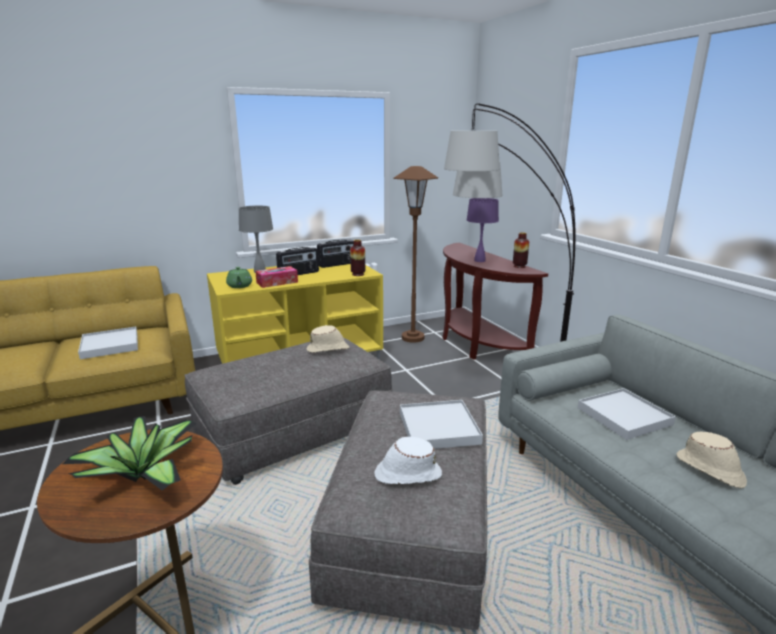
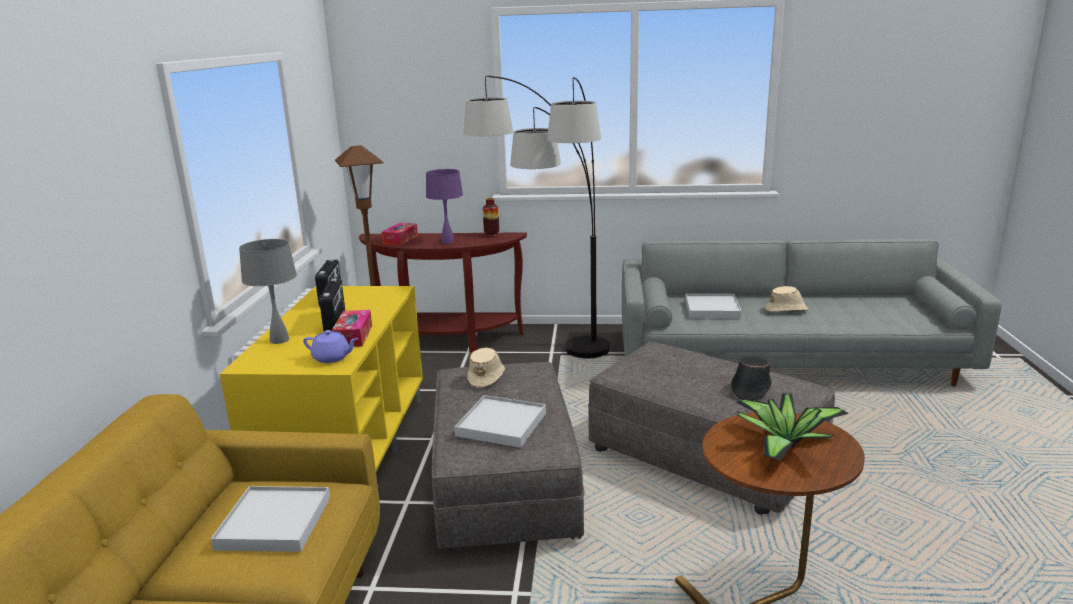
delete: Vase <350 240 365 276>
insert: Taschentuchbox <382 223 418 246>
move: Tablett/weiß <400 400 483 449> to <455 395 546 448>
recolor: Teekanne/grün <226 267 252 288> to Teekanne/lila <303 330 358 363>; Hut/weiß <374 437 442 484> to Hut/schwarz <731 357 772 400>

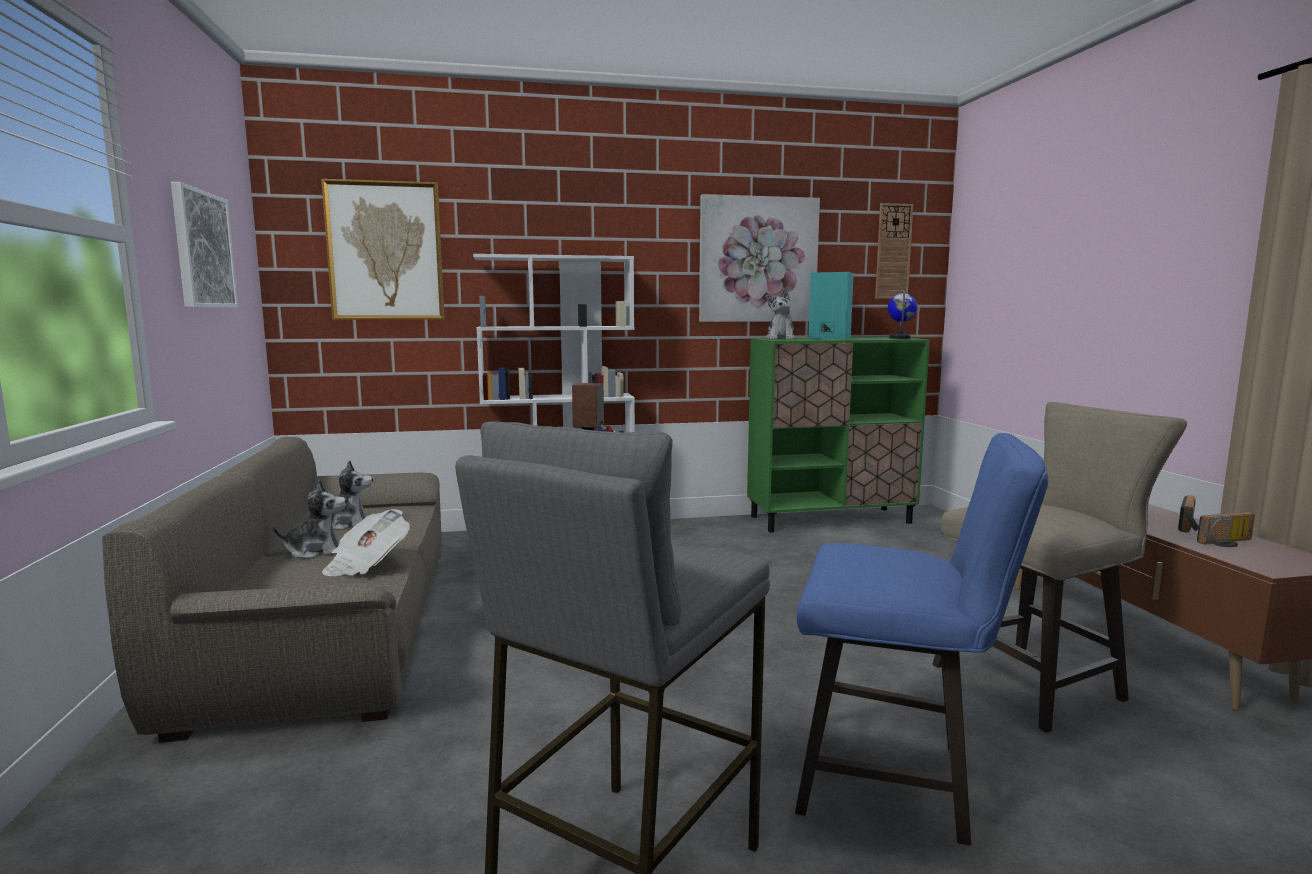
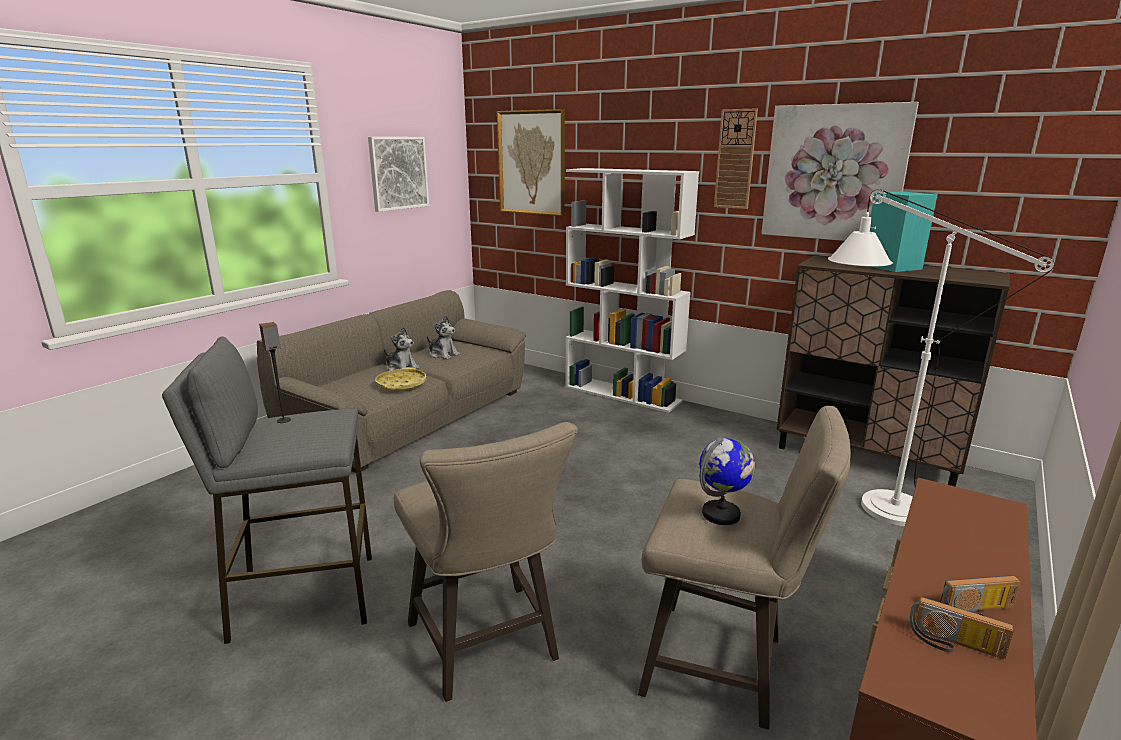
delete: Plüschtier <765 289 796 340>
insert: Stehlampe/weiß <828 189 1054 527>
move: Wanduhr <875 203 913 299> to <714 108 758 209>; Globus <888 289 917 339> to <699 437 755 525>
replace: Zeitung <322 509 410 576> to Tablett/gelb <375 367 426 391>
recolor: Schrank/grün <747 337 930 532> to Schrank/braun <776 255 1010 487>; Hocker/blau <795 433 1048 846> to Hocker/beige <394 422 578 702>

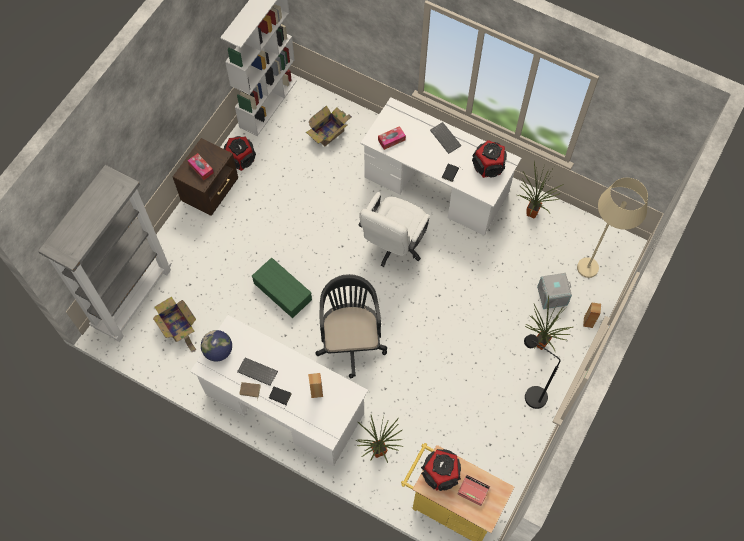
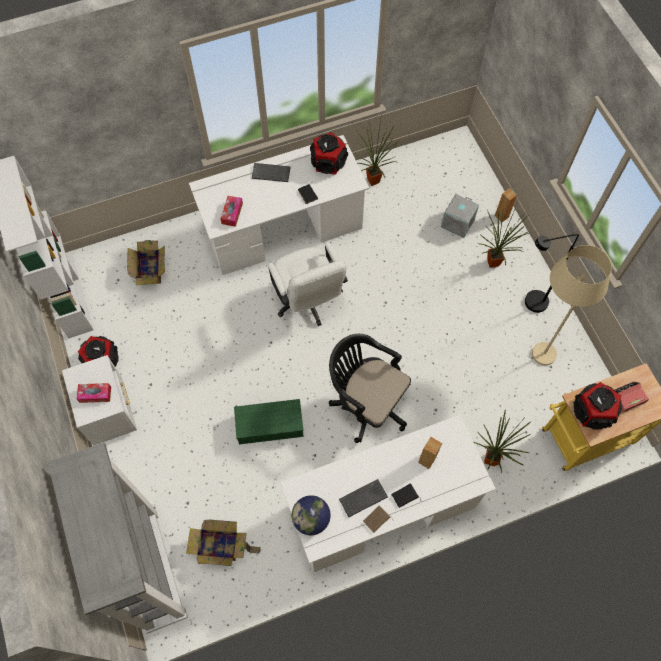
move: Stehlampe/beige <577 178 648 278> to <532 245 612 365>
recolor: Nachttisch/braun <173 138 238 216> to Nachttisch/weiß <62 355 137 445>

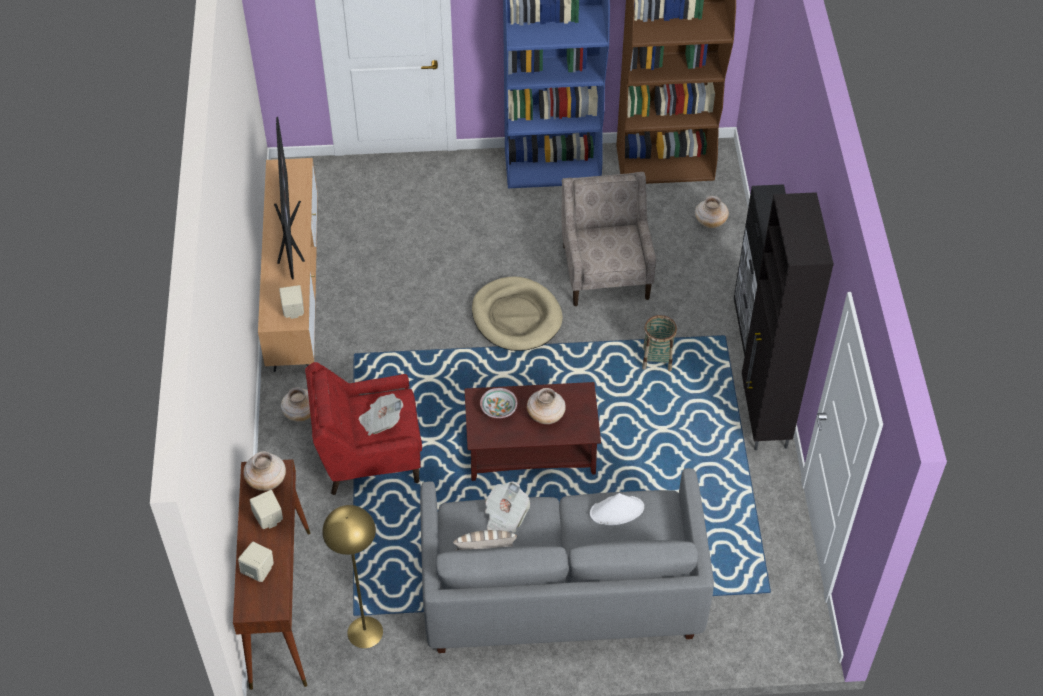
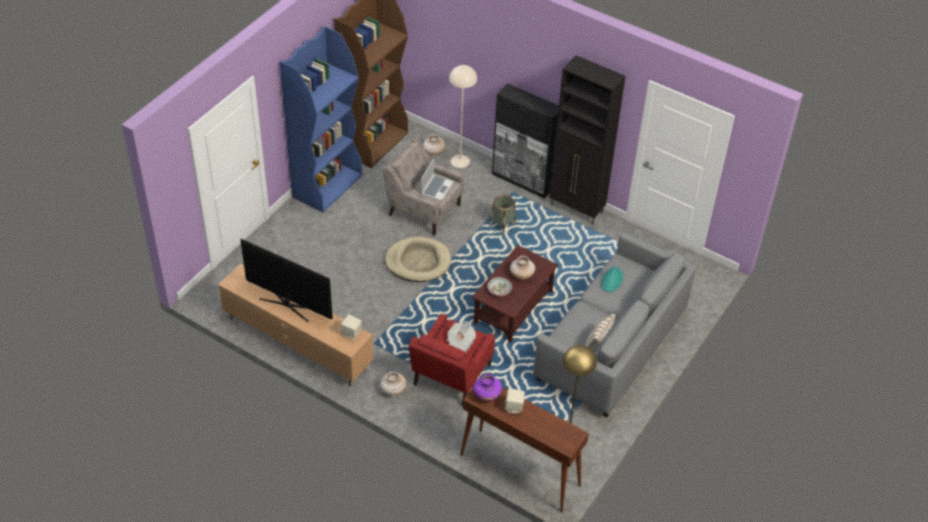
delete: Zeitung <485 482 530 533>; Lautsprecher/beige <238 542 274 582>
insert: Stehlampe/beige <449 65 477 168>; Laptop <421 159 454 201>
recolor: Vase/beige <243 452 286 491> to Vase/lila <474 374 502 401>; Hut/weiß <590 493 644 525> to Hut/türkis <601 267 623 292>

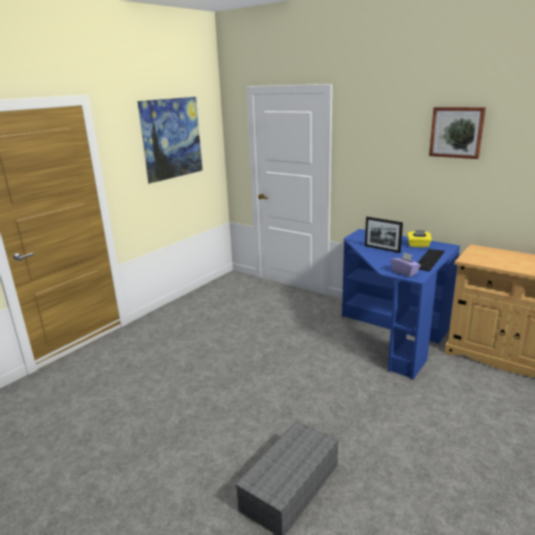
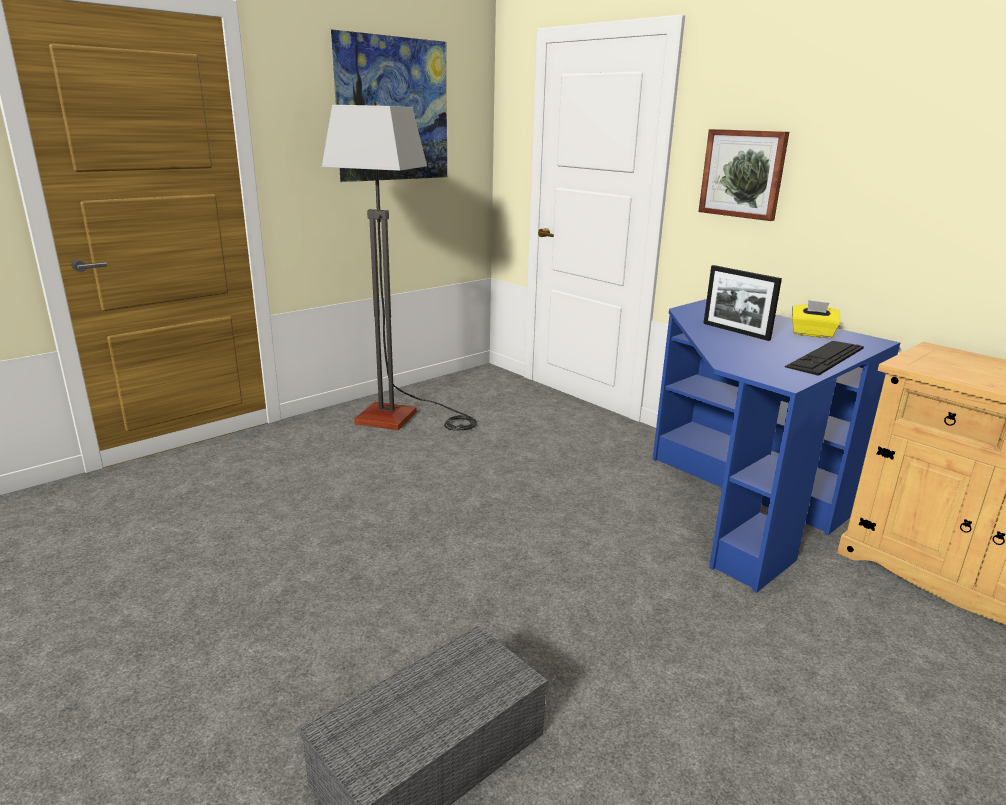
delete: Taschentuchbox/lila <391 252 421 277>
insert: Stehlampe <322 101 477 431>
move: Bild <429 107 486 159> to <698 129 789 221>

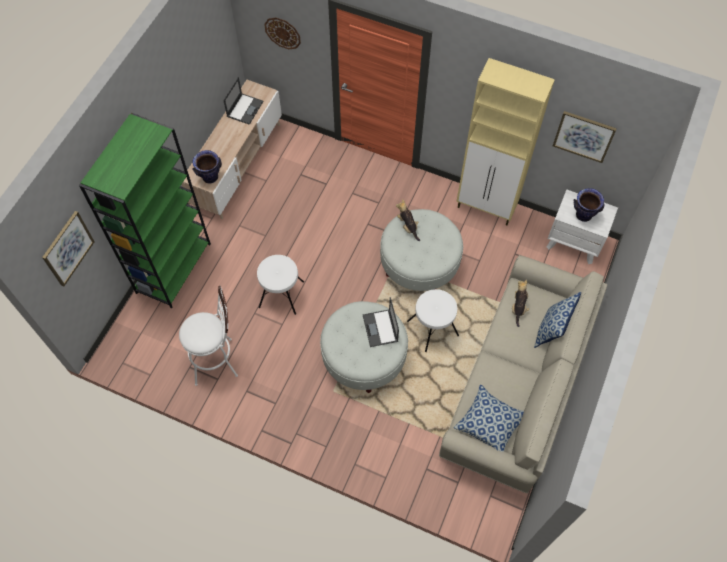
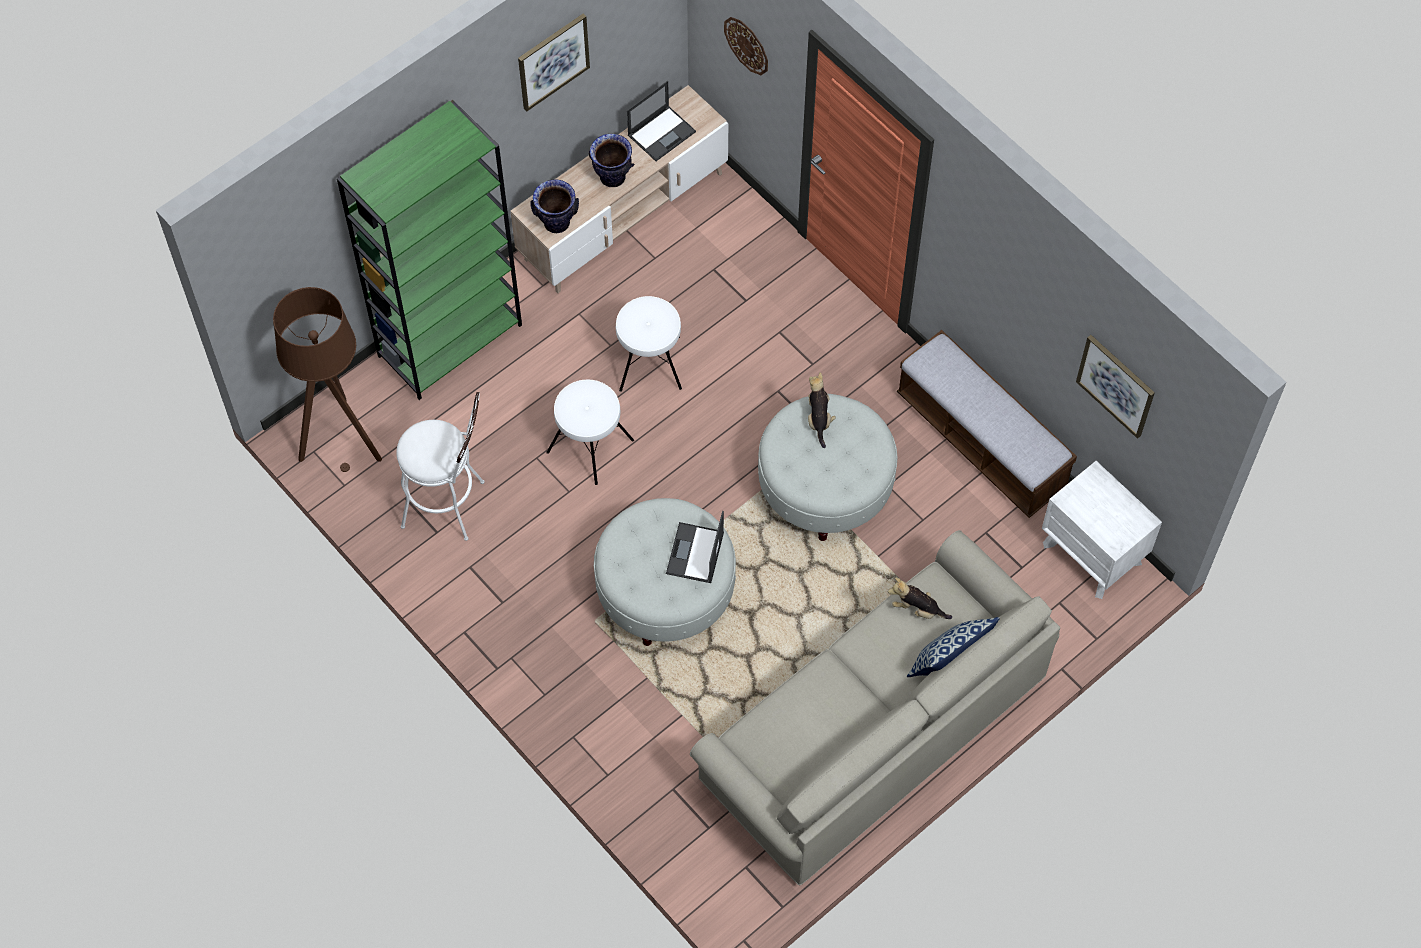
delete: Kissen <454 384 524 452>
insert: Stehlampe/braun <273 287 382 472>
move: Vase <574 188 604 222> to <589 134 634 187>; Bild <42 211 95 286> to <518 14 590 111>; Hocker/weiß <407 289 459 352> to <616 296 682 392>
replace: Schrank/beige <456 58 555 225> to Bank <897 330 1077 518>
rotate: Plüschtier <512 280 530 327> = <888 578 952 619> 105 degrees counterclockwise

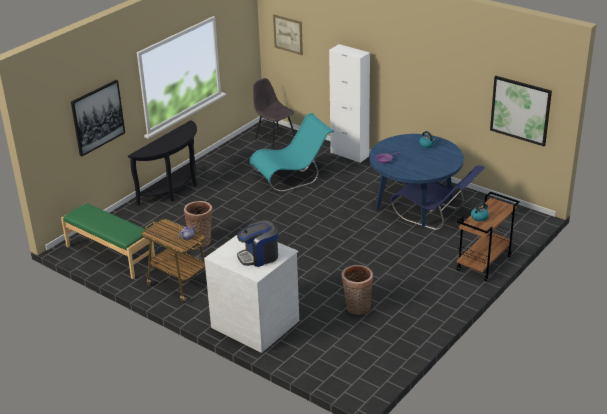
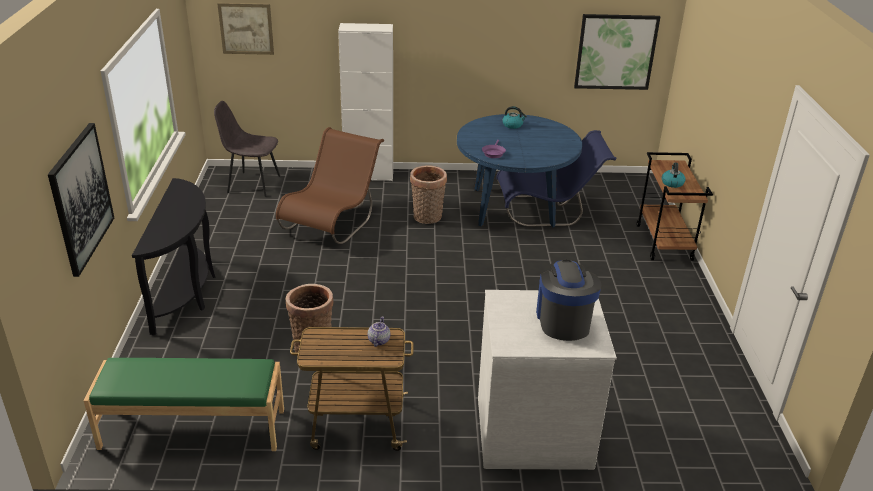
move: Korb <341 265 373 315> to <410 165 447 224>
recolor: Stuhl/türkis <250 113 334 192> to Stuhl/braun <276 127 384 244>
rotate: Kaffeemaschine <237 219 278 267> = <536 260 601 341> 150 degrees clockwise

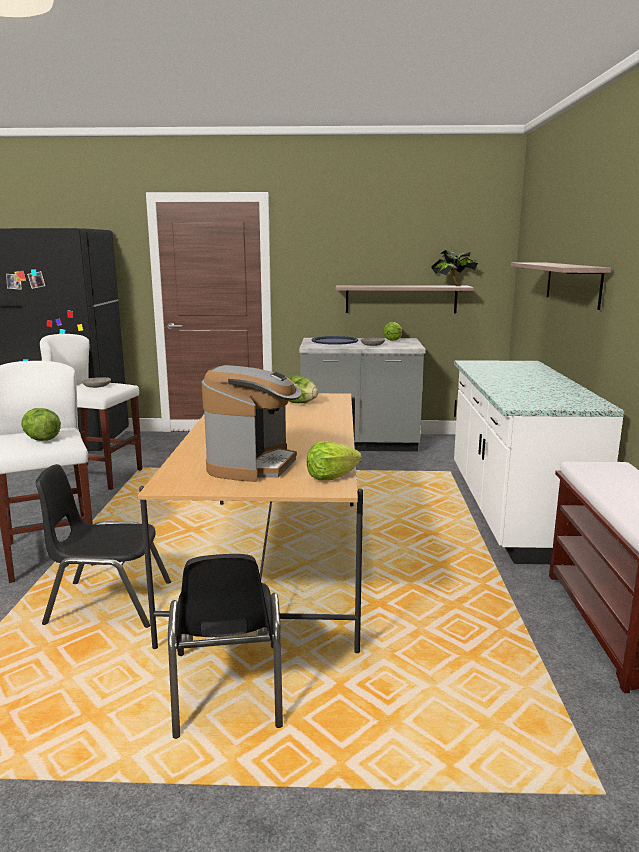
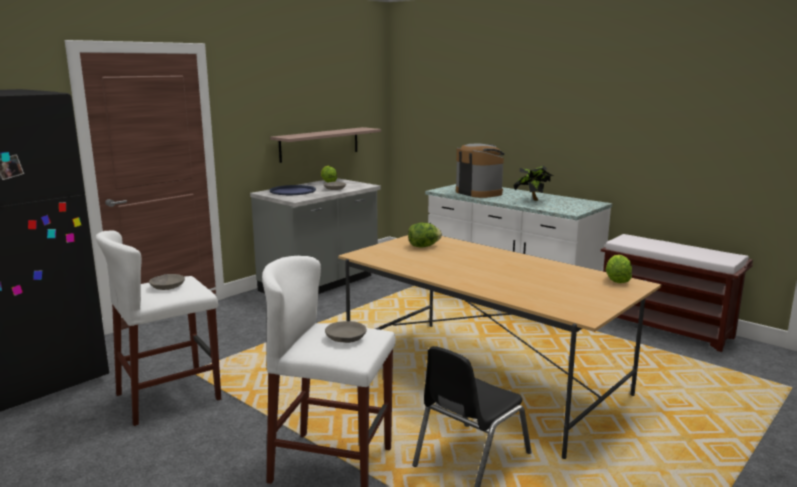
delete: Wandregal <511 263 611 310>; Stuhl/schwarz <168 554 283 739>
move: Topfpflanze <432 250 478 286> to <513 166 553 201>; Kaffeemaschine <202 365 302 482> to <456 144 505 198>
replace: Salatkopf <21 408 61 441> to Schüssel/grau <325 321 367 343>

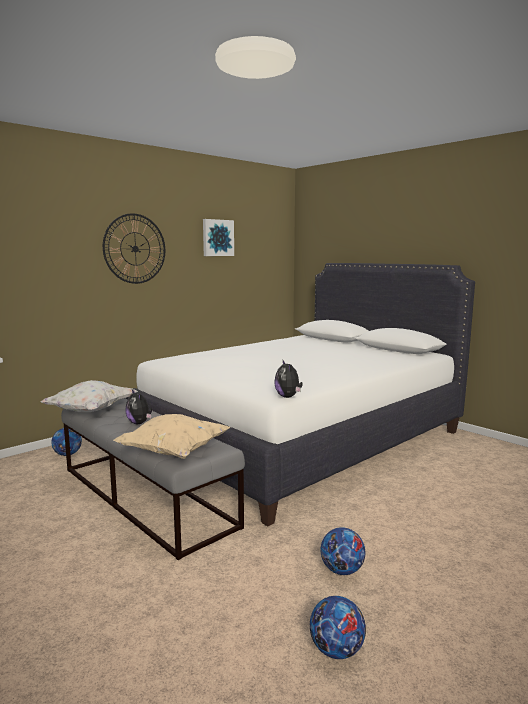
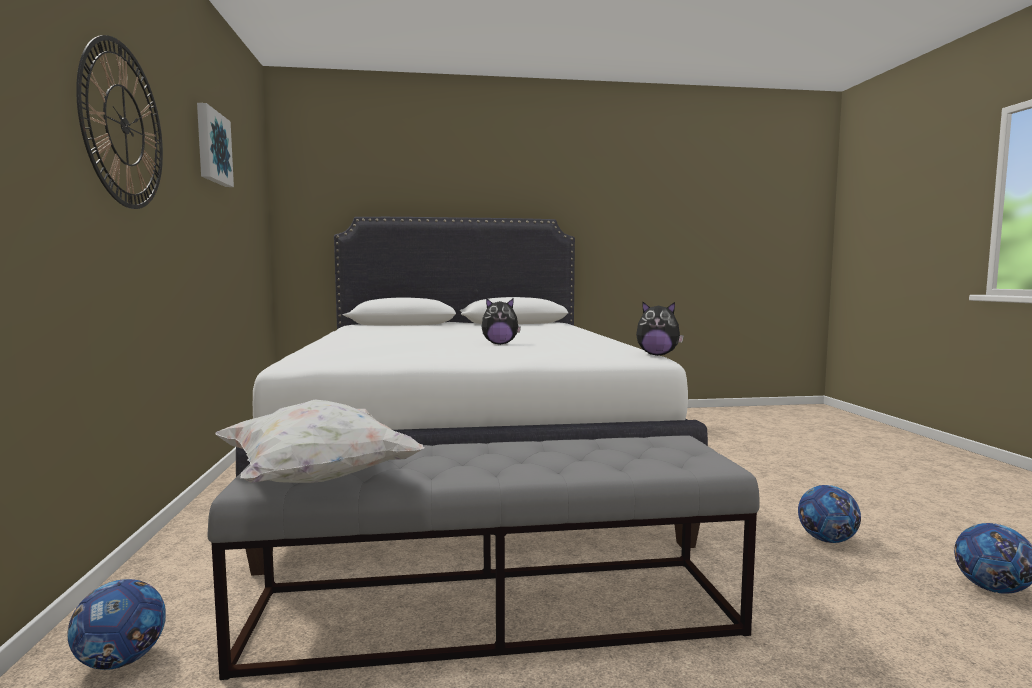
delete: Kissen/beige <113 414 231 459>
move: Plüschtier <125 389 152 424> to <481 298 521 345>

